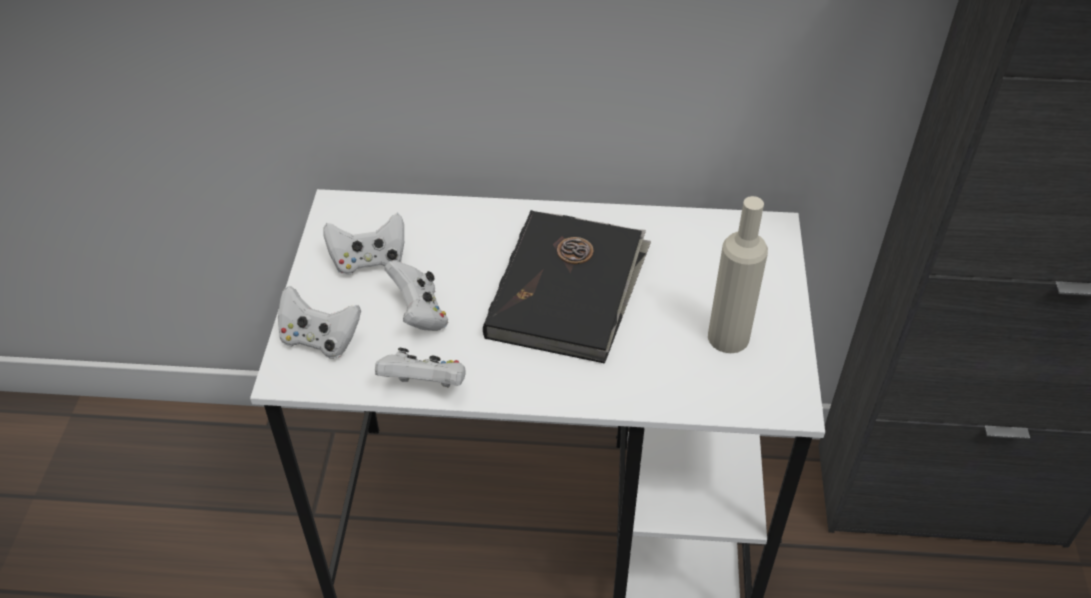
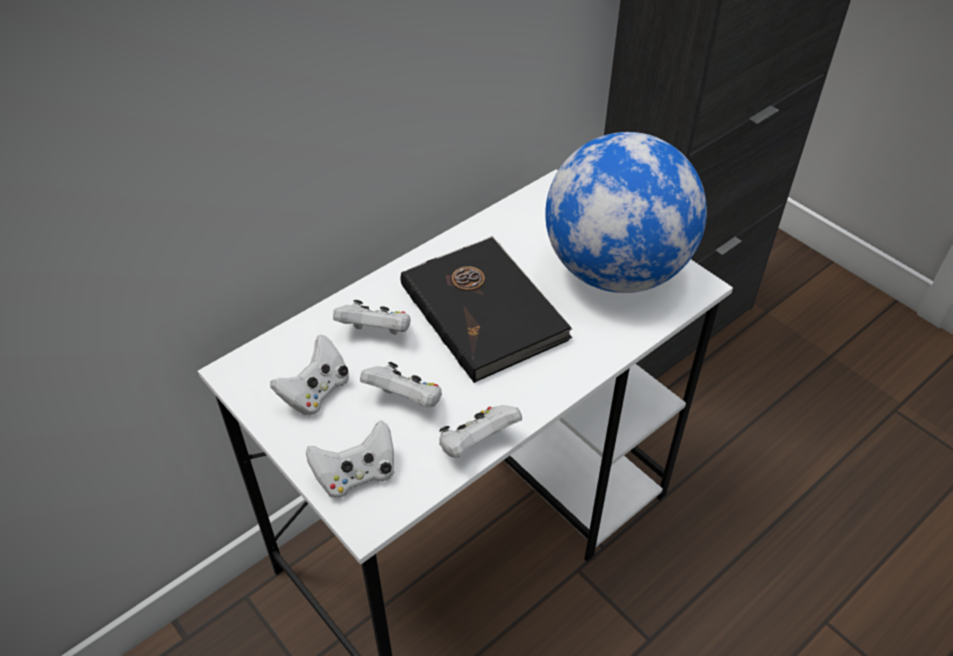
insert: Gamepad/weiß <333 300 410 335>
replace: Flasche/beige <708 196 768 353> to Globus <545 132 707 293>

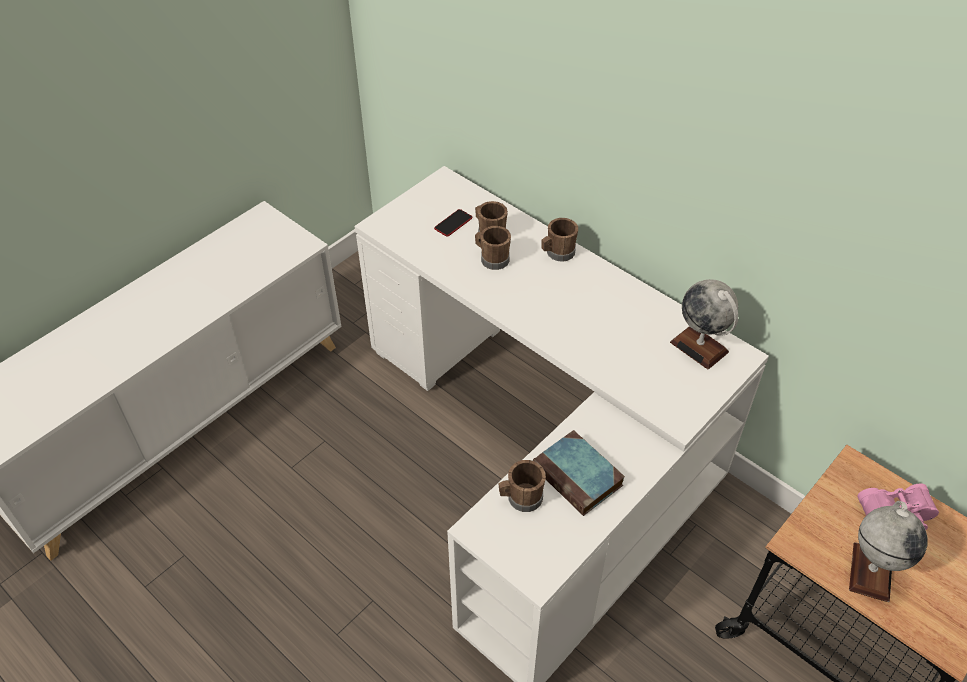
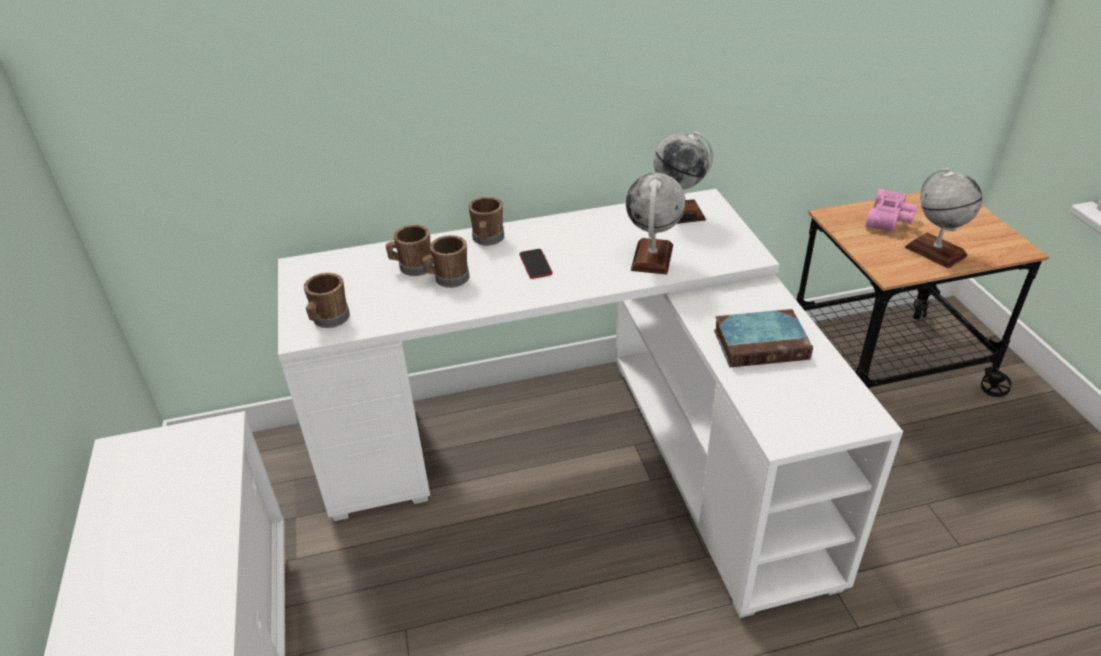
insert: Globus <626 173 686 274>
move: Handy <434 209 472 237> to <519 249 553 279>; Henkelbecher/braun <498 460 546 512> to <304 273 350 328>

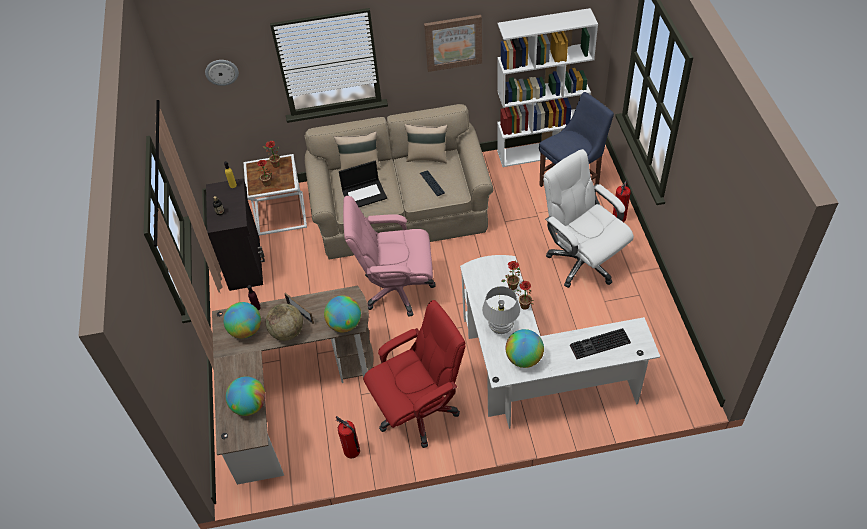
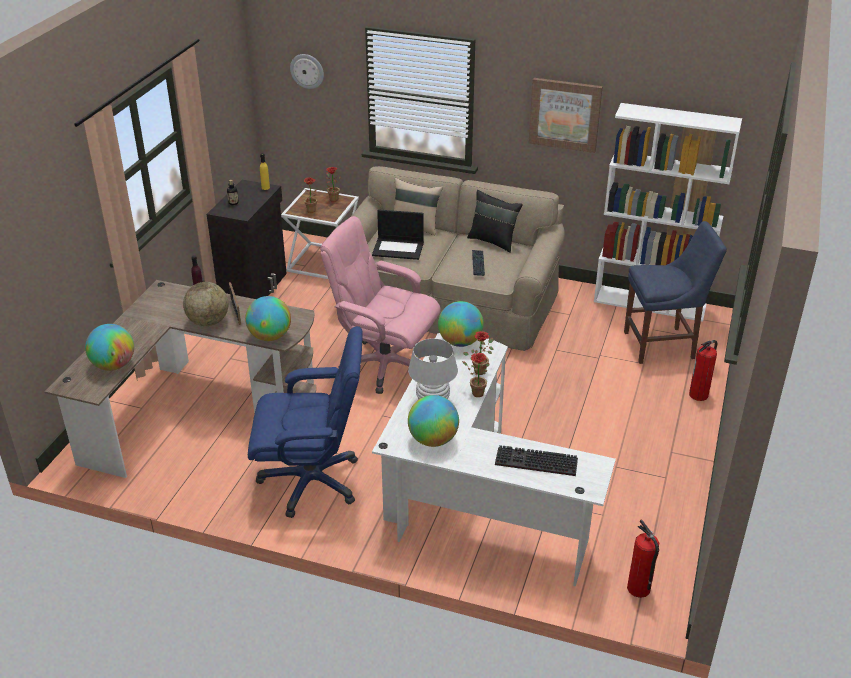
delete: Bürostuhl/weiß <543 149 634 288>
move: Globus <223 302 261 339> to <438 301 484 347>; Feuerlöscher <336 416 360 459> to <627 519 659 598>
recolor: Kissen/beige <404 124 447 163> to Kissen/schwarz <467 190 523 253>; Bürostuhl/rot <363 300 465 448> to Bürostuhl/blau <248 326 363 518>

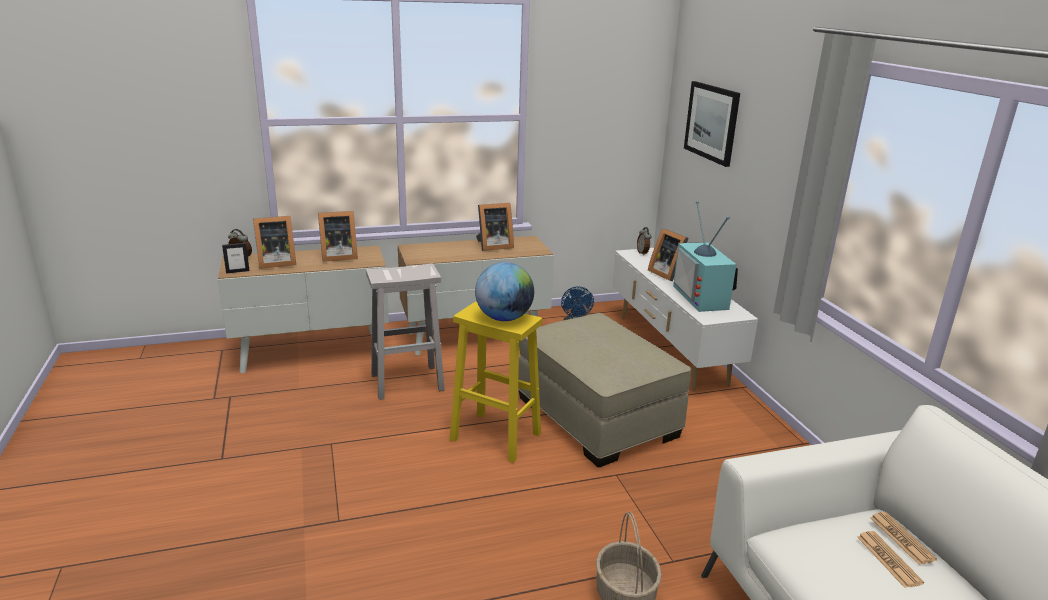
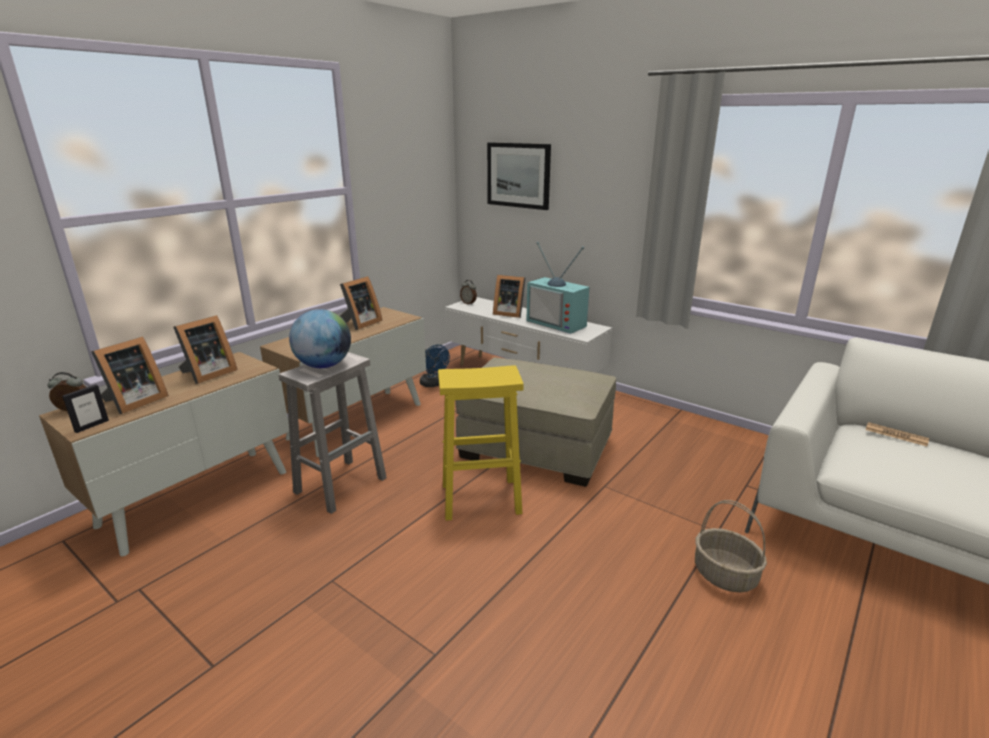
delete: Zeitung <857 531 924 588>
move: Globus <475 262 534 321> to <289 309 351 368>

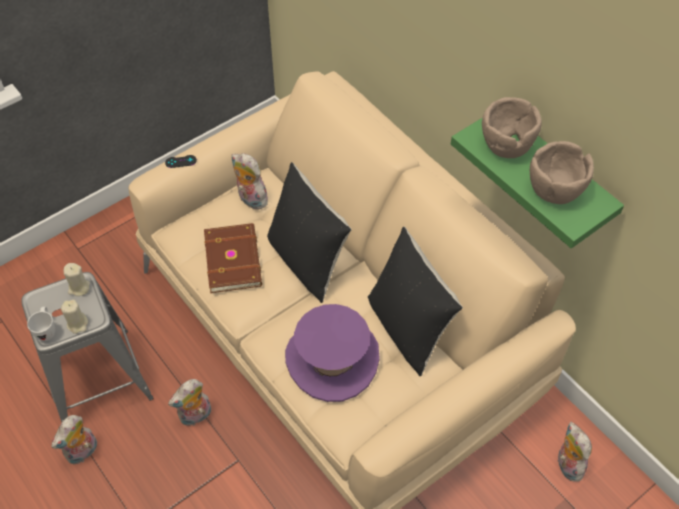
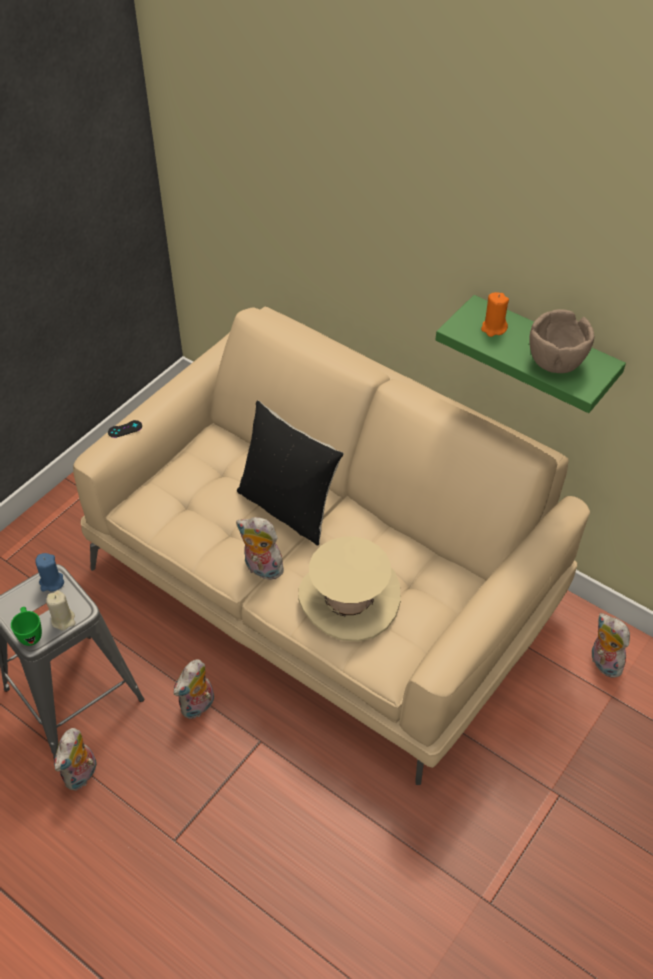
delete: Buch/braun <204 223 262 293>; Kissen/schwarz <368 226 463 377>
move: Plüschtier <231 153 271 210> to <236 517 287 580>
replace: Schüssel/braun <482 97 542 158> to Kerze/orange <481 292 509 337>
recolor: Kerze/beige <64 263 90 296> to Kerze/blau <36 553 64 591>; Hut/lila <285 304 380 402> to Hut/beige <298 537 401 642>; Henkelbecher/weiß <27 307 55 341> to Henkelbecher/grün <11 607 42 646>

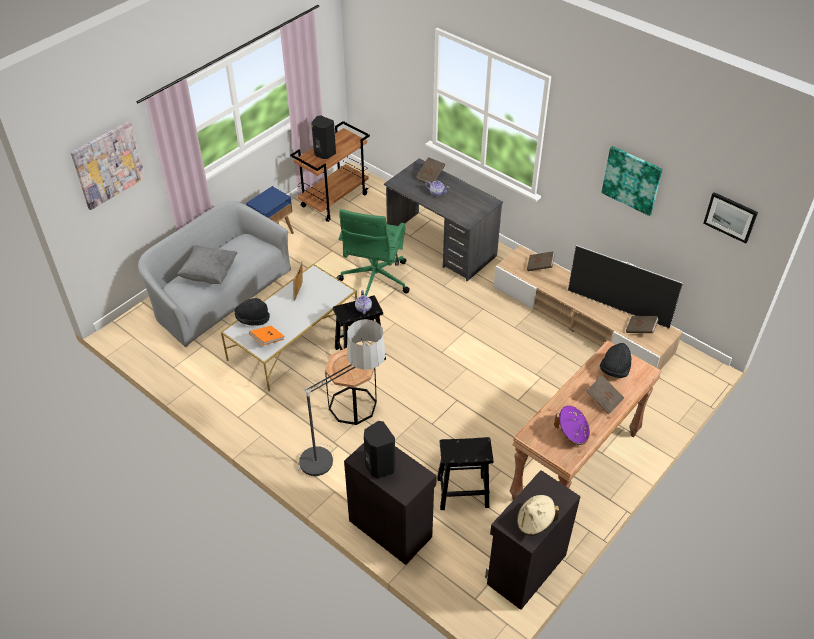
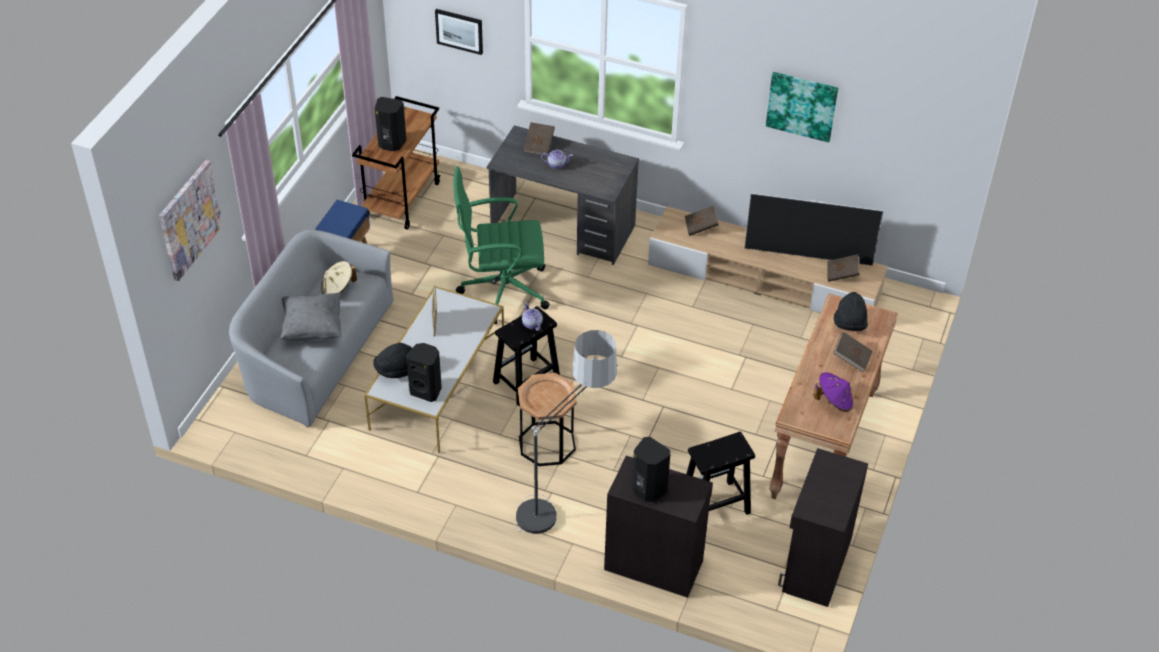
move: Bild <703 192 758 244> to <435 9 483 55>; Hut/beige <517 495 559 535> to <321 261 357 294>
replace: Buch/orange <249 326 284 346> to Lautsprecher/schwarz <406 343 442 402>
rotate: Bürostuhl/grün <337 209 410 296> = <453 166 550 324> 90 degrees clockwise

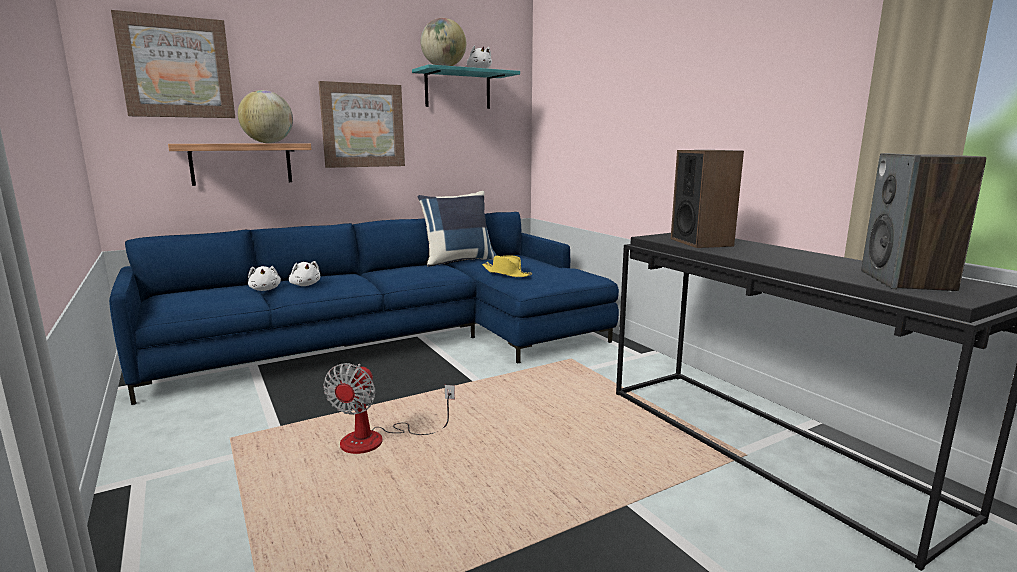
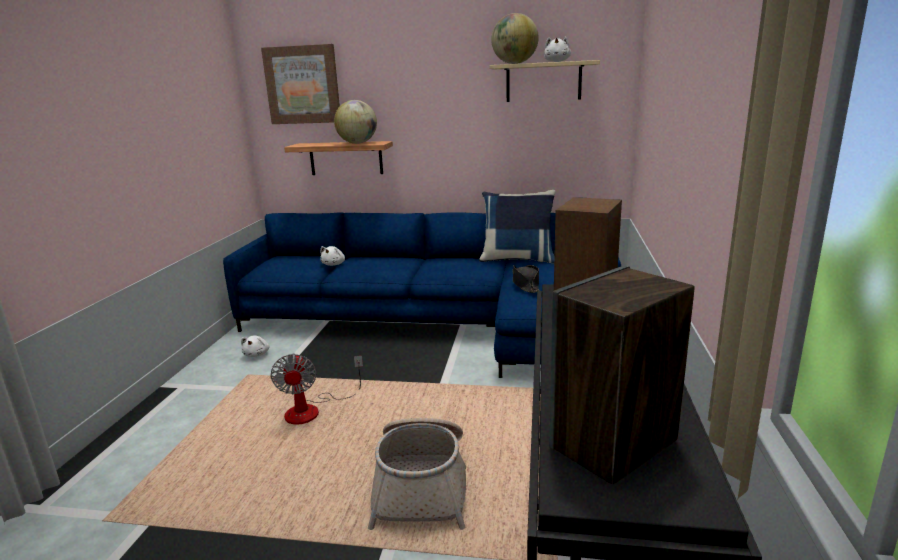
delete: Bild <318 81 405 168>
insert: Korb <368 418 466 530>
move: Plüschtier/weiß <289 261 320 286> to <241 335 269 357>
recolor: Wandregal/türkis <412 64 520 109> to Wandregal/beige <489 60 600 102>; Hut/gelb <482 255 532 277> to Hut/schwarz <513 265 539 293>
rotate: Ventilator <323 363 455 454> = <270 353 363 424> 60 degrees counterclockwise

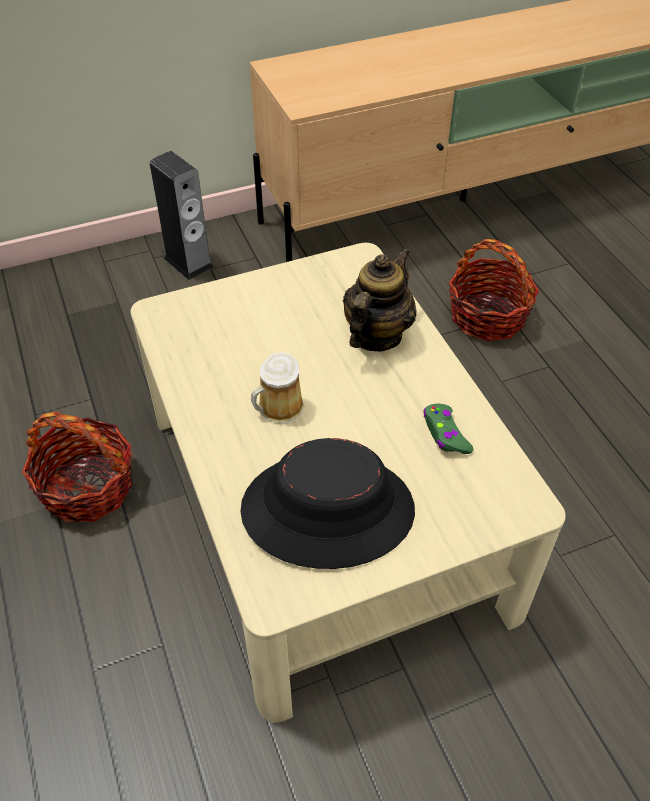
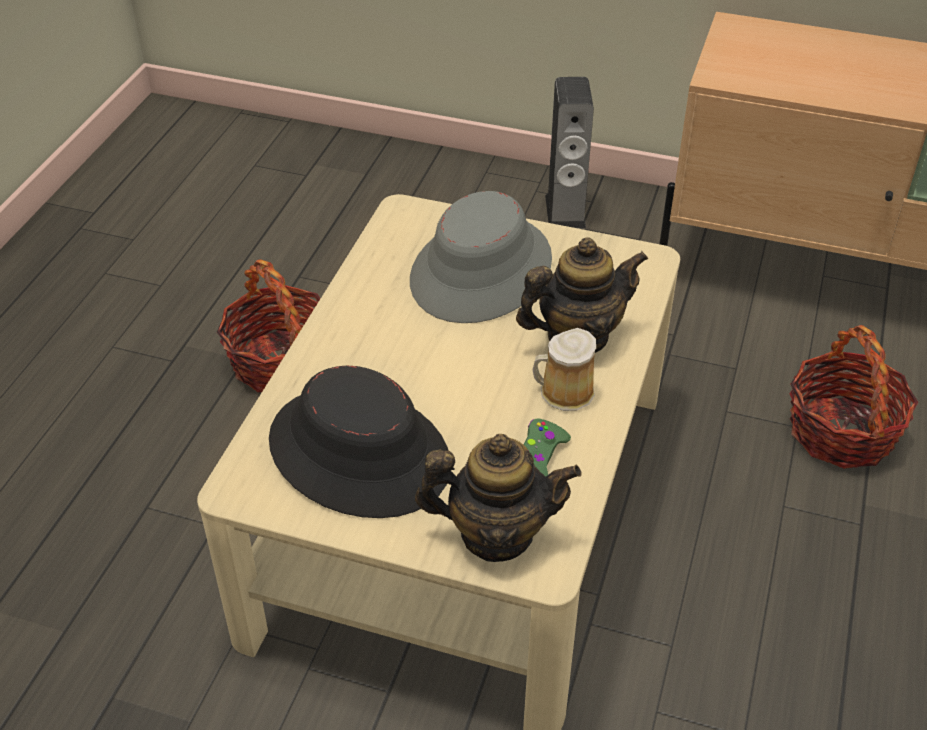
insert: Hut/grau <410 191 552 323>; Teekanne <415 434 582 562>
move: Henkelbecher <251 352 304 423> to <533 328 596 411>

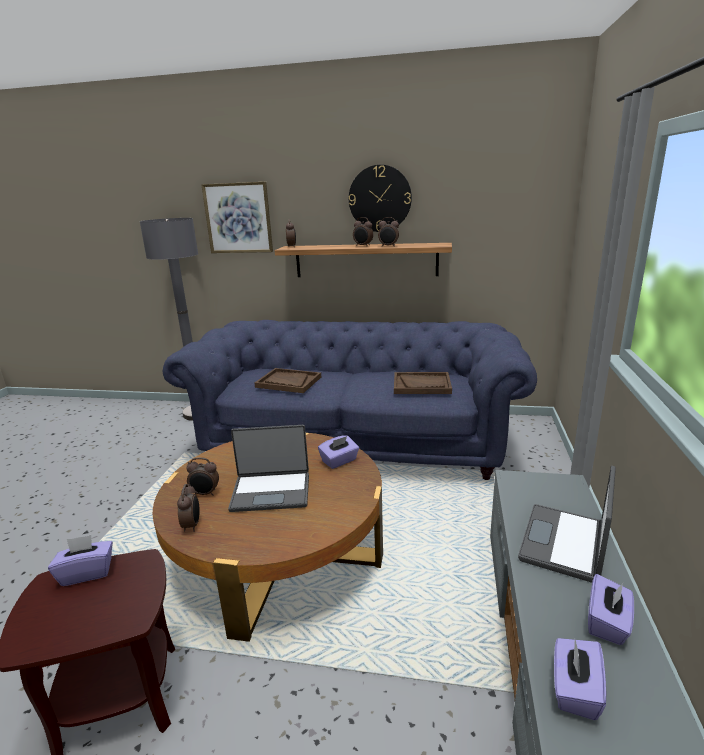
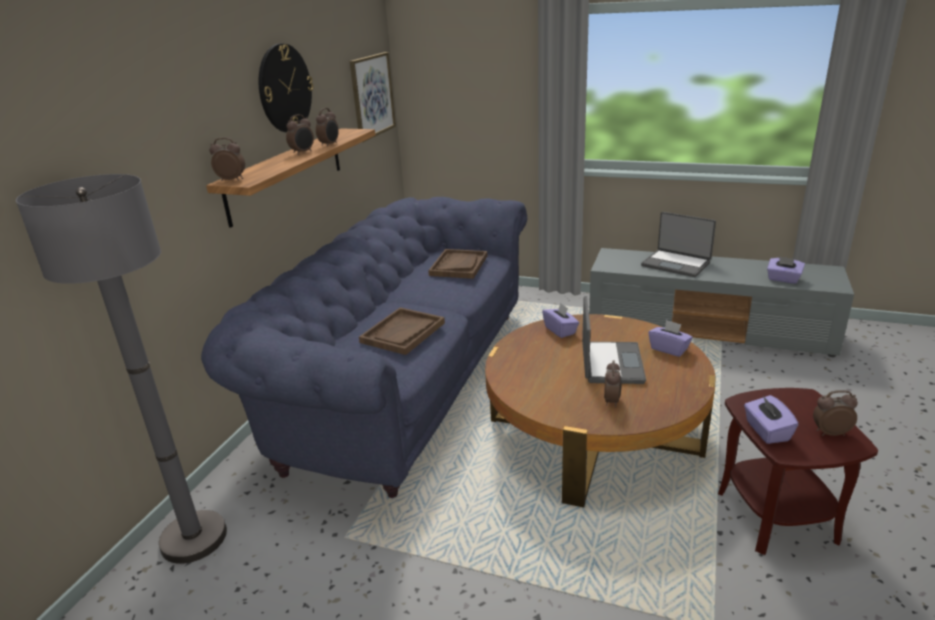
move: Bild <201 182 273 253> to <350 52 396 142>; Wecker <177 484 200 532> to <813 390 858 436>; Taschentuchbox/lila <588 574 634 645> to <649 320 693 357>

